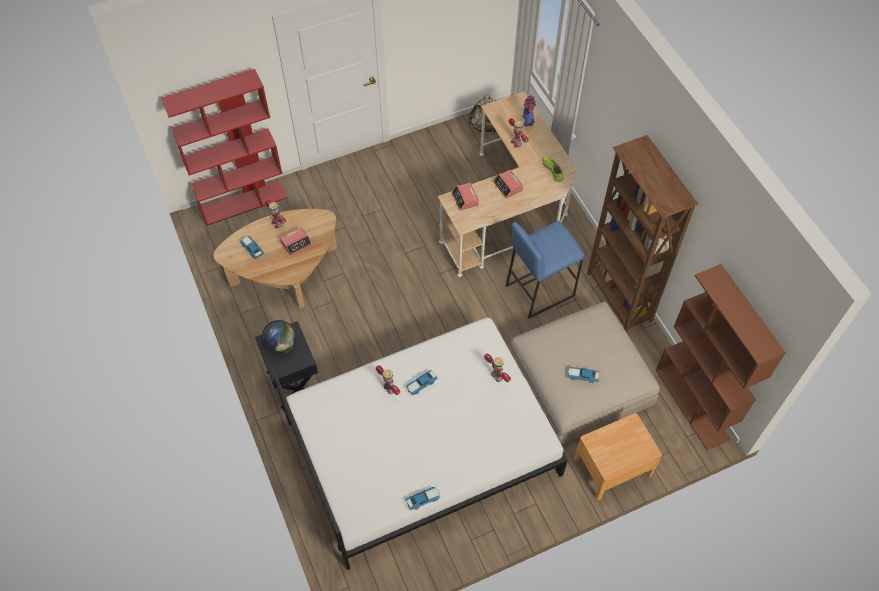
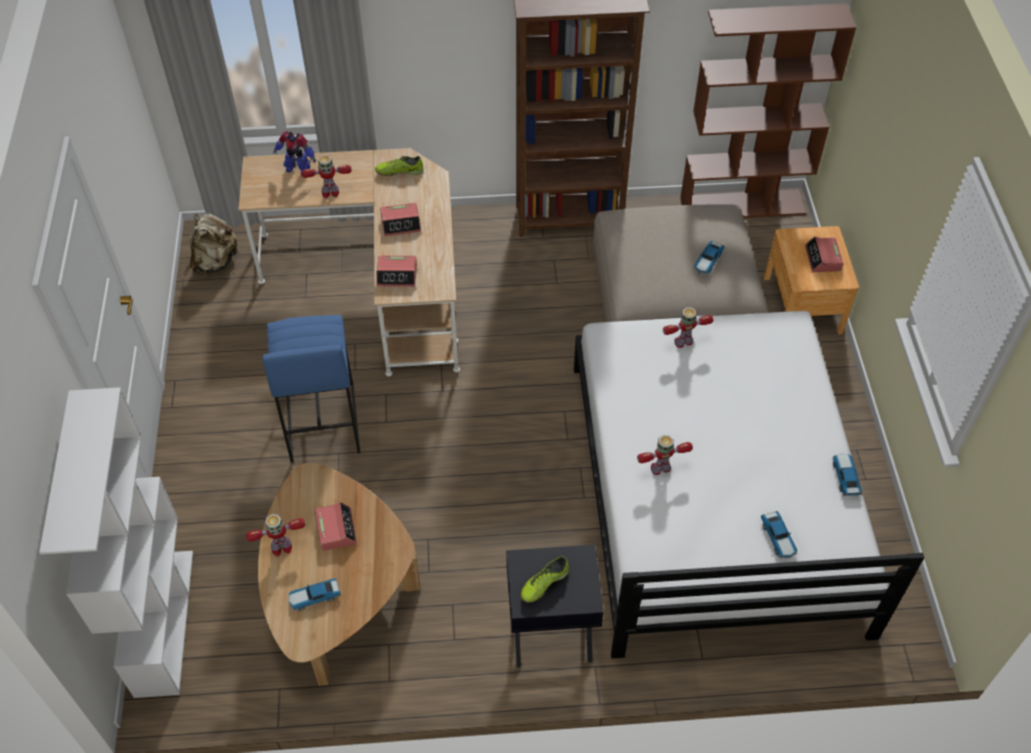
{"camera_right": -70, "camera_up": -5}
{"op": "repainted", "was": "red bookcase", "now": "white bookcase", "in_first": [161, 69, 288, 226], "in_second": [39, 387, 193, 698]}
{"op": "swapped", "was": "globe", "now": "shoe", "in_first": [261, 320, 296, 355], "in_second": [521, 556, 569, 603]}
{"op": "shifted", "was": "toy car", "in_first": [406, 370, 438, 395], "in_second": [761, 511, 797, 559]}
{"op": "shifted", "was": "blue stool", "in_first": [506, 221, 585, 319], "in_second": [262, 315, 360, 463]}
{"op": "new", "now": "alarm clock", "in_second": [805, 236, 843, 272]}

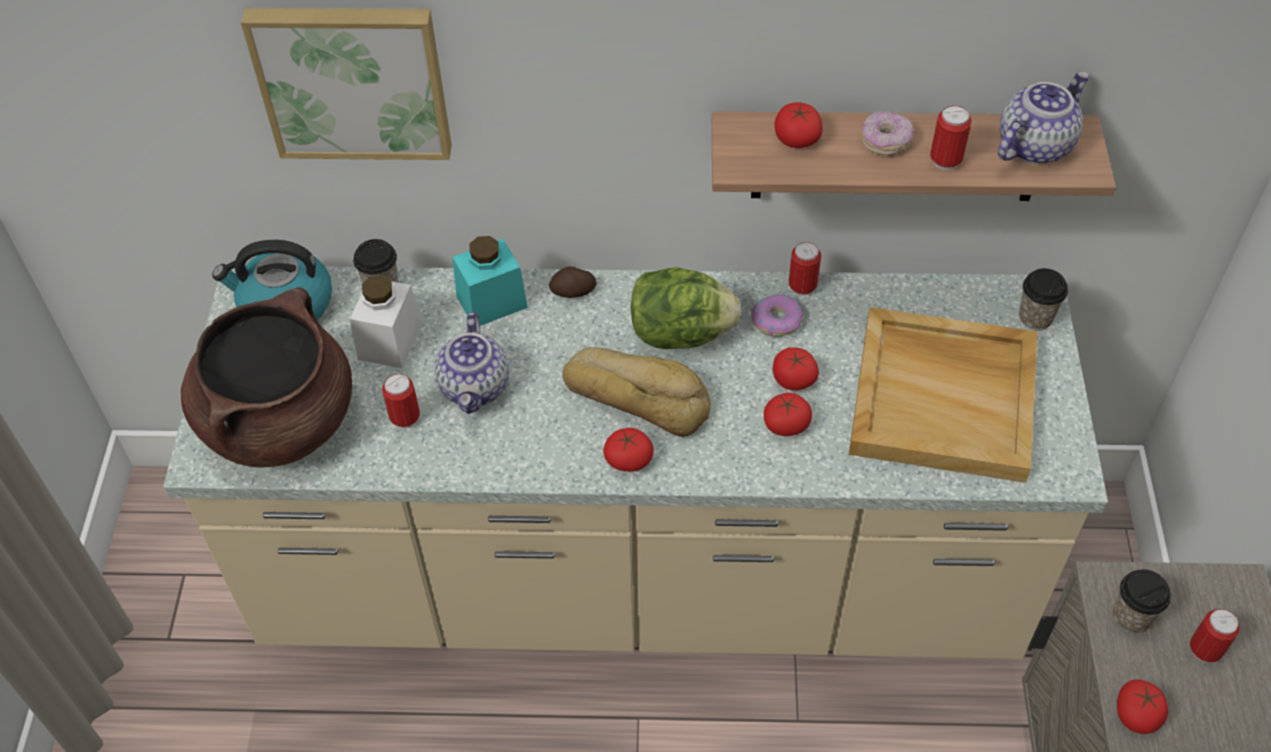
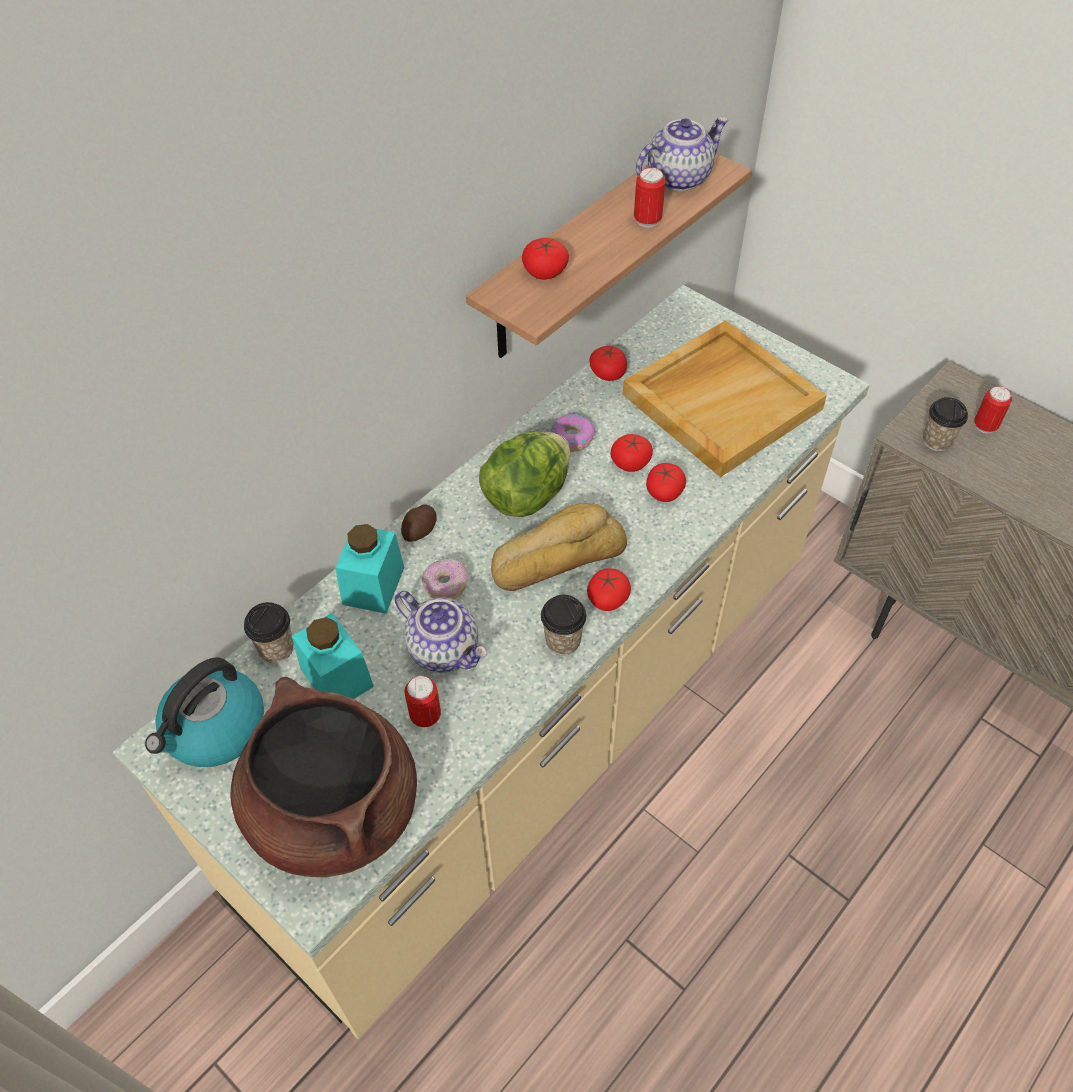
{"camera_right": -50, "camera_up": 0}
{"op": "gone", "was": "picture", "in_first": [241, 8, 452, 160]}
{"op": "repainted", "was": "white jar", "now": "turquoise jar", "in_first": [350, 275, 422, 368], "in_second": [292, 613, 374, 699]}
{"op": "gone", "was": "can", "in_first": [789, 242, 821, 296]}
{"op": "shifted", "was": "donut", "in_first": [861, 111, 914, 155], "in_second": [422, 559, 467, 600]}
{"op": "rotated", "was": "teapot", "in_first": [998, 71, 1090, 164], "in_second": [636, 117, 728, 191], "clockwise": 60}
{"op": "shifted", "was": "cup", "in_first": [1019, 268, 1068, 330], "in_second": [541, 595, 586, 655]}
{"op": "shifted", "was": "tomato", "in_first": [1117, 679, 1168, 734], "in_second": [589, 346, 627, 381]}

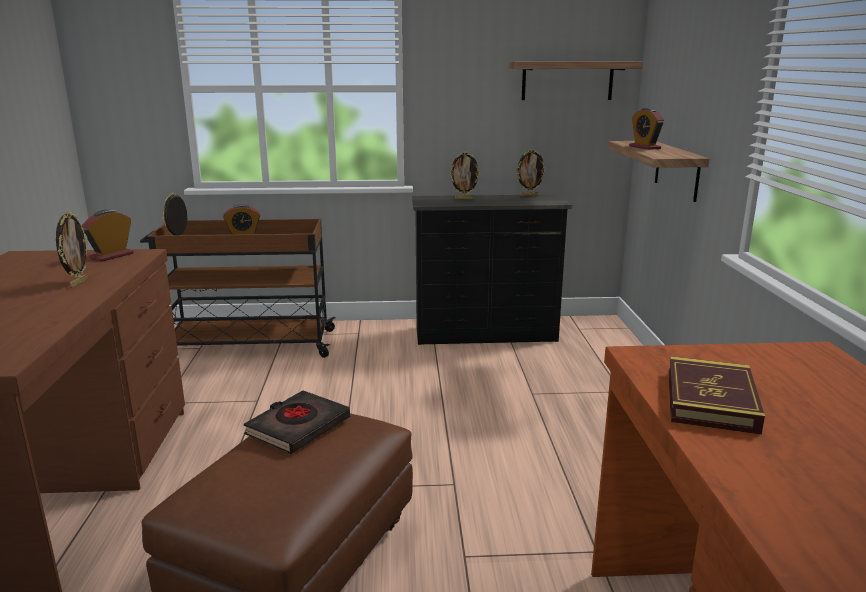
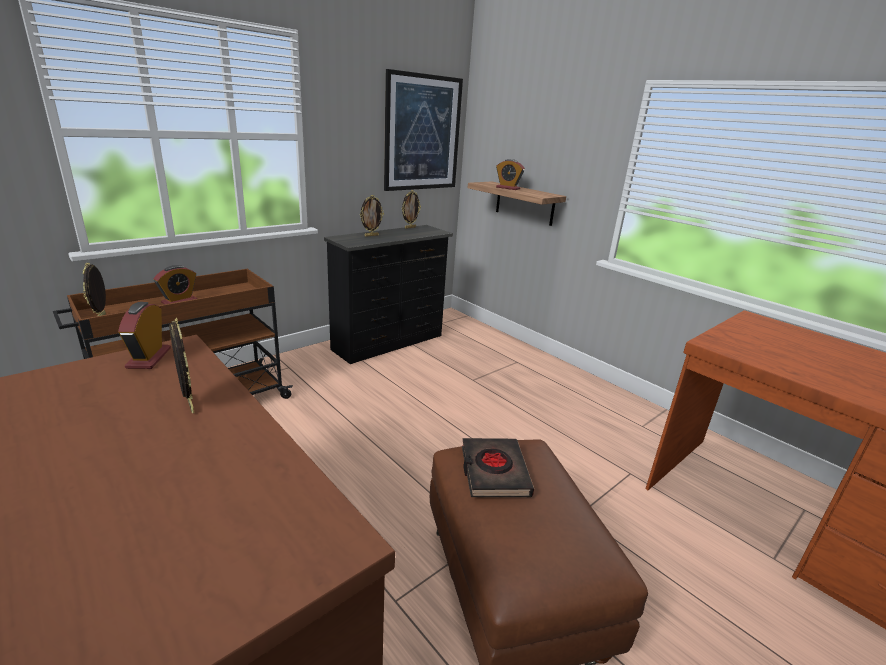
{"camera_right": -40, "camera_up": 5}
{"op": "swapped", "was": "shelf", "now": "picture", "in_first": [509, 61, 643, 100], "in_second": [384, 69, 463, 191]}
{"op": "gone", "was": "book", "in_first": [668, 356, 765, 435]}

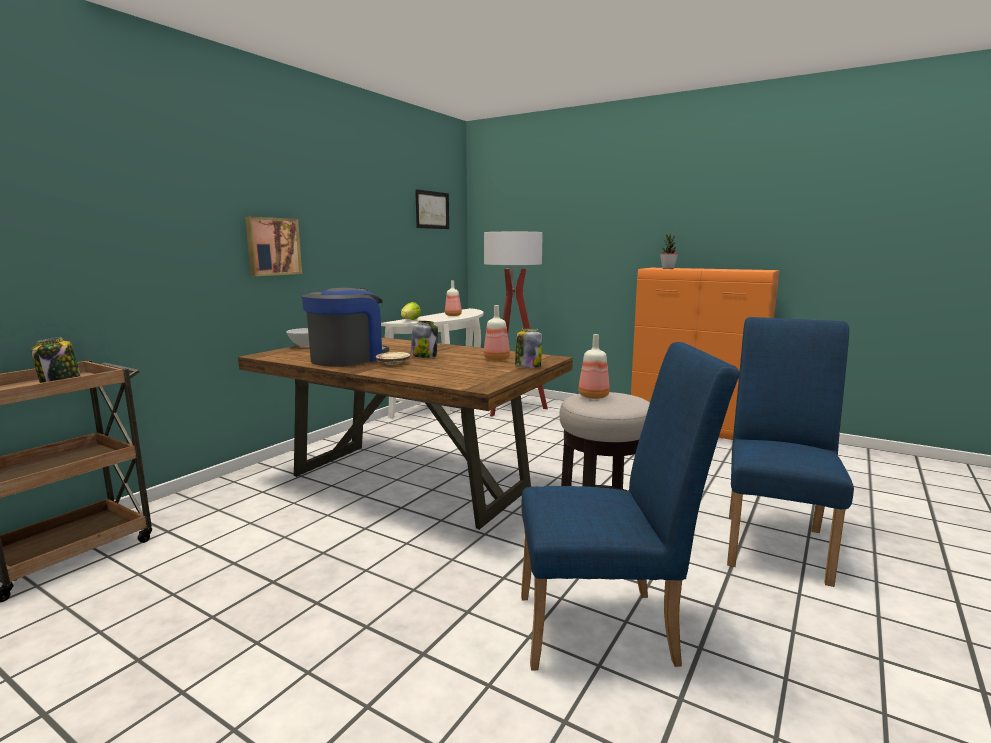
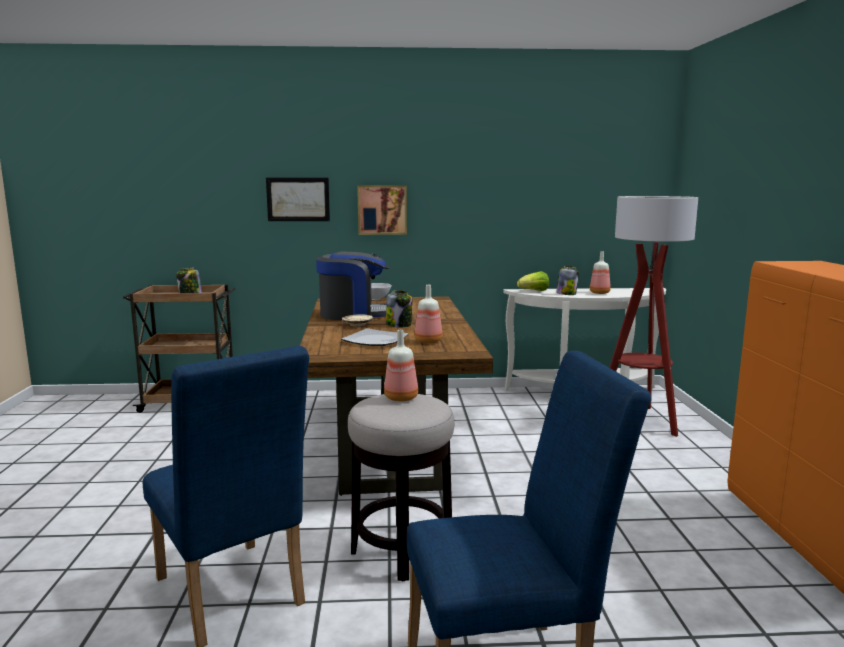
{"camera_right": 55, "camera_up": 0}
{"op": "shifted", "was": "picture", "in_first": [415, 189, 449, 229], "in_second": [266, 178, 330, 221]}
{"op": "shifted", "was": "jar", "in_first": [515, 328, 542, 368], "in_second": [557, 266, 579, 295]}
{"op": "gone", "was": "potted plant", "in_first": [660, 234, 678, 269]}
{"op": "new", "now": "plate", "in_second": [341, 328, 409, 346]}

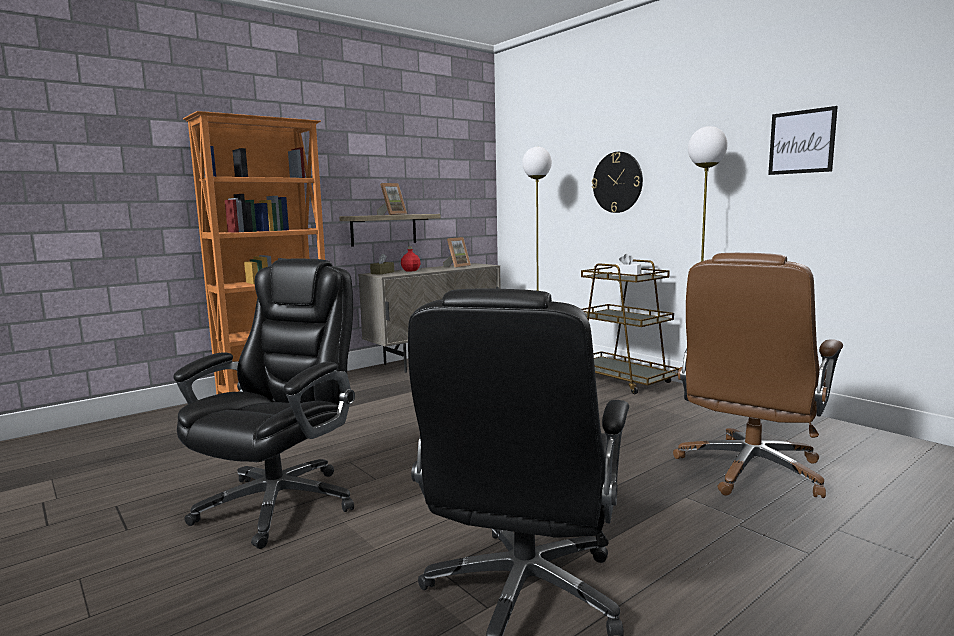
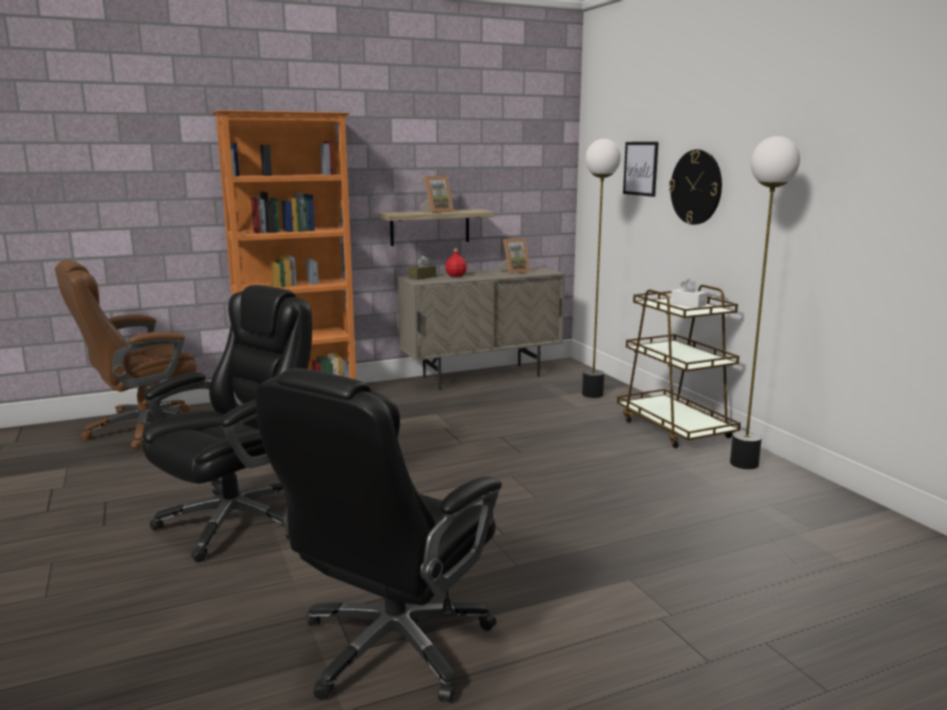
{"camera_right": 15, "camera_up": 5}
{"op": "shifted", "was": "brown office chair", "in_first": [673, 253, 843, 498], "in_second": [55, 260, 197, 450]}
{"op": "shifted", "was": "picture", "in_first": [768, 106, 838, 175], "in_second": [623, 142, 659, 197]}

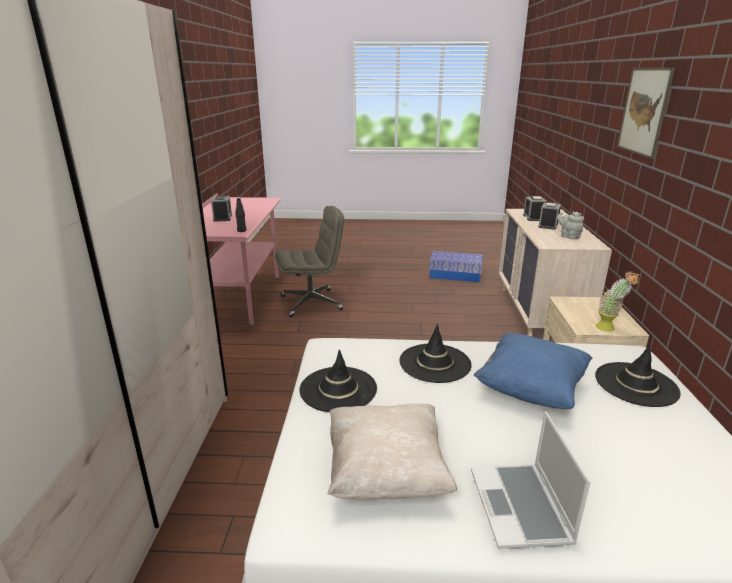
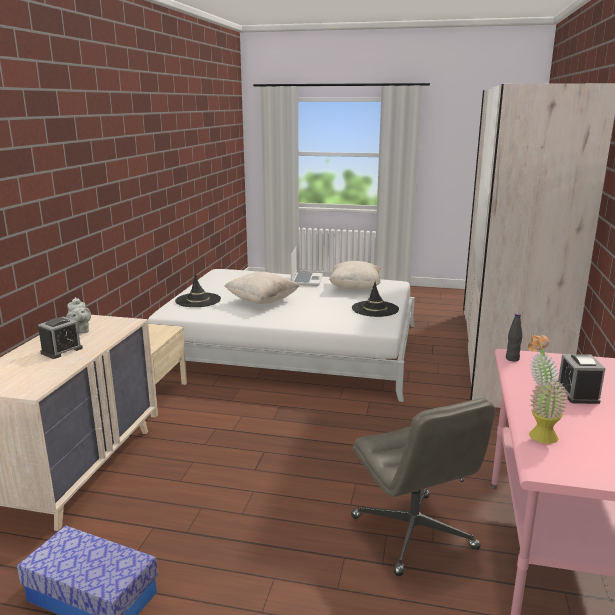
{"camera_right": -170, "camera_up": -5}
{"op": "rotated", "was": "grey office chair", "in_first": [275, 206, 344, 317], "in_second": [351, 398, 495, 576], "clockwise": -105}
{"op": "gone", "was": "black hat", "in_first": [399, 324, 472, 383]}
{"op": "repainted", "was": "blue pillow", "now": "beige pillow", "in_first": [474, 333, 592, 409], "in_second": [224, 272, 299, 304]}
{"op": "gone", "was": "alarm clock", "in_first": [523, 196, 547, 221]}
{"op": "shifted", "was": "potted plant", "in_first": [596, 271, 639, 332], "in_second": [528, 335, 567, 444]}
{"op": "gone", "was": "picture", "in_first": [617, 68, 675, 159]}

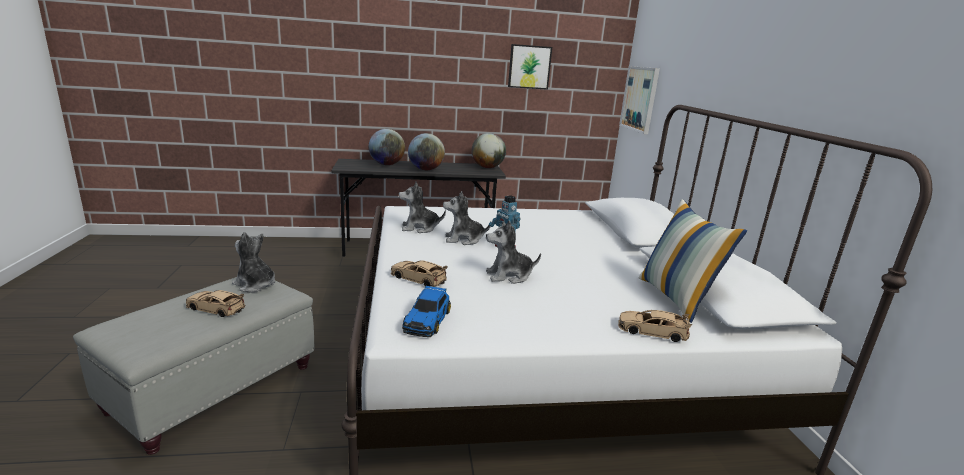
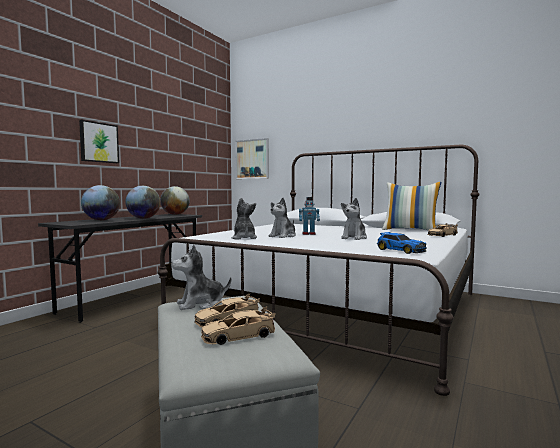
{"camera_right": -50, "camera_up": -15}
{"op": "shifted", "was": "beige toy car", "in_first": [391, 260, 448, 287], "in_second": [201, 306, 276, 345]}
{"op": "rotated", "was": "plush toy", "in_first": [399, 182, 446, 233], "in_second": [232, 198, 257, 240], "clockwise": 135}
{"op": "shifted", "was": "picture", "in_first": [508, 44, 552, 90], "in_second": [79, 120, 119, 163]}

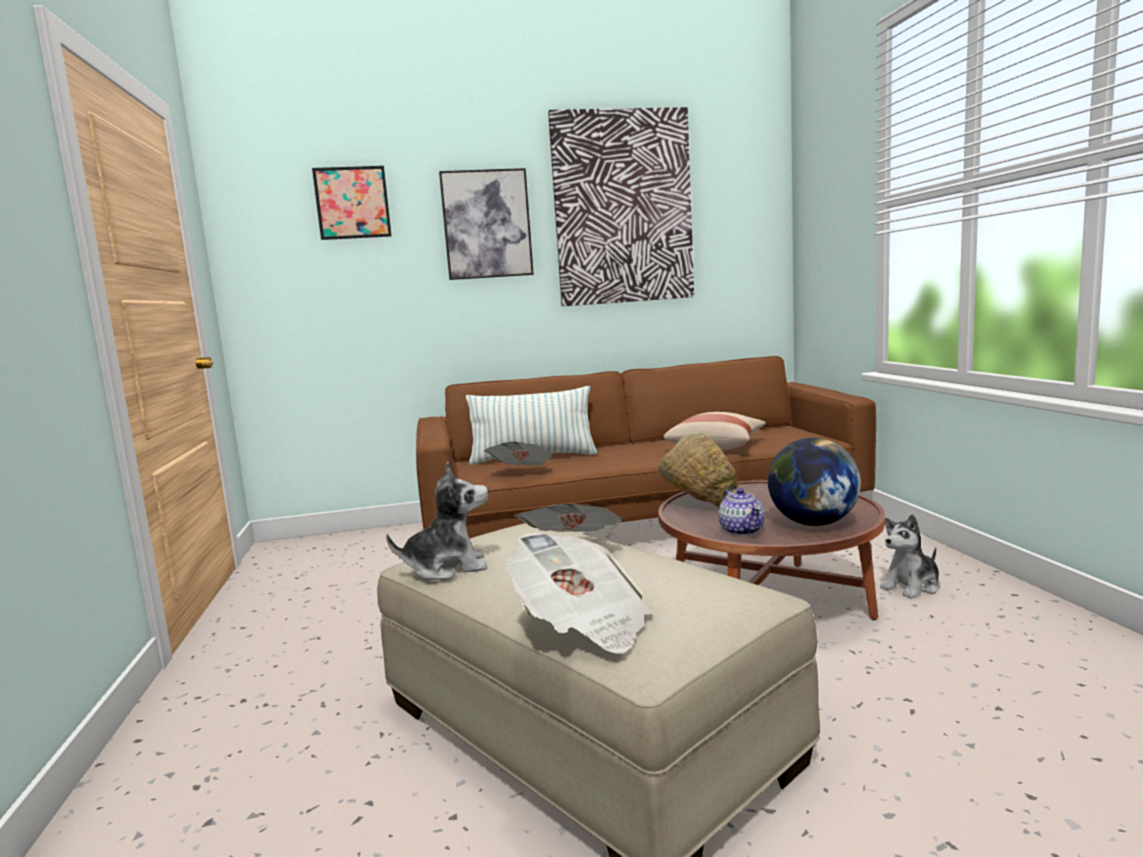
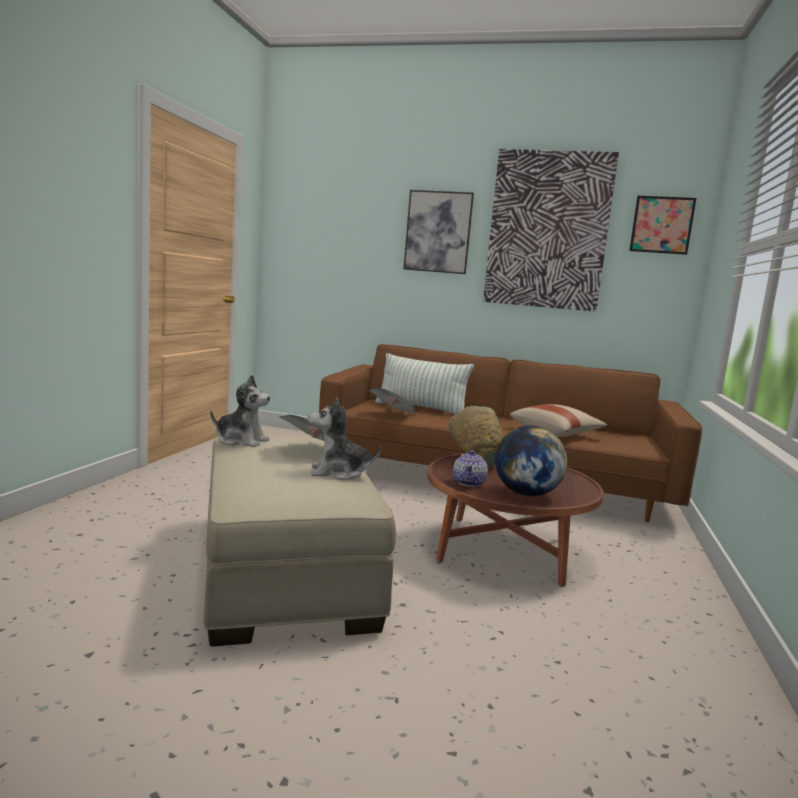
{"camera_right": 25, "camera_up": 0}
{"op": "shifted", "was": "picture", "in_first": [312, 166, 392, 240], "in_second": [629, 196, 696, 255]}
{"op": "gone", "was": "newspaper", "in_first": [505, 532, 653, 654]}
{"op": "shifted", "was": "plush toy", "in_first": [880, 514, 940, 599], "in_second": [308, 397, 381, 480]}

